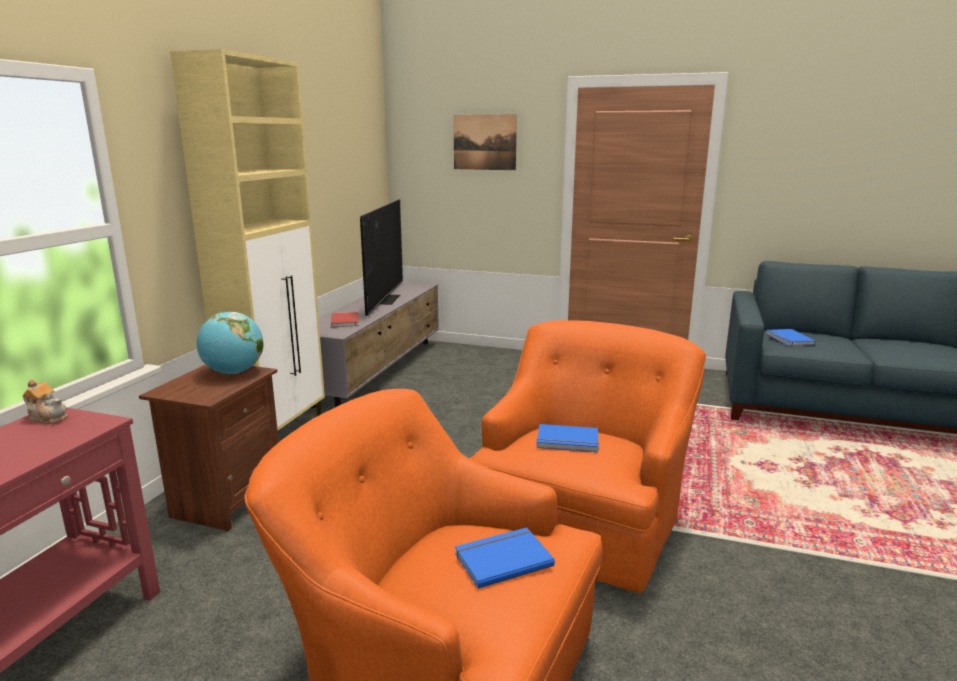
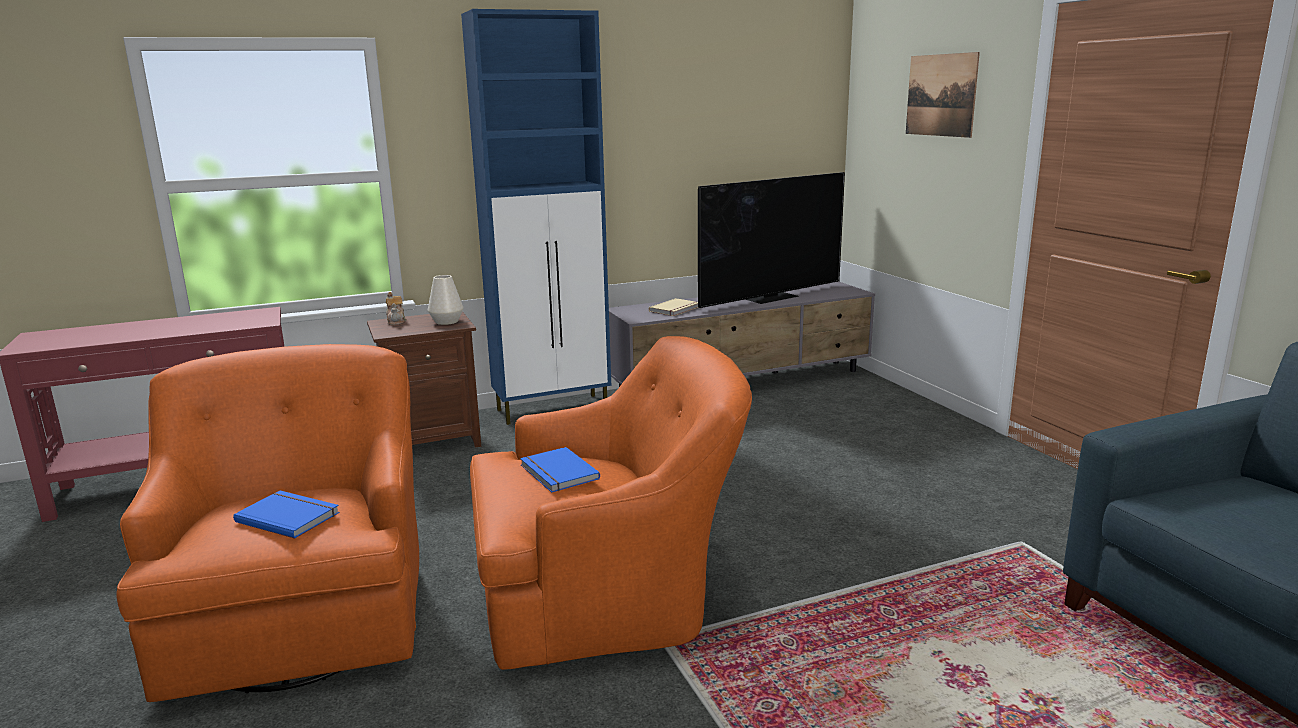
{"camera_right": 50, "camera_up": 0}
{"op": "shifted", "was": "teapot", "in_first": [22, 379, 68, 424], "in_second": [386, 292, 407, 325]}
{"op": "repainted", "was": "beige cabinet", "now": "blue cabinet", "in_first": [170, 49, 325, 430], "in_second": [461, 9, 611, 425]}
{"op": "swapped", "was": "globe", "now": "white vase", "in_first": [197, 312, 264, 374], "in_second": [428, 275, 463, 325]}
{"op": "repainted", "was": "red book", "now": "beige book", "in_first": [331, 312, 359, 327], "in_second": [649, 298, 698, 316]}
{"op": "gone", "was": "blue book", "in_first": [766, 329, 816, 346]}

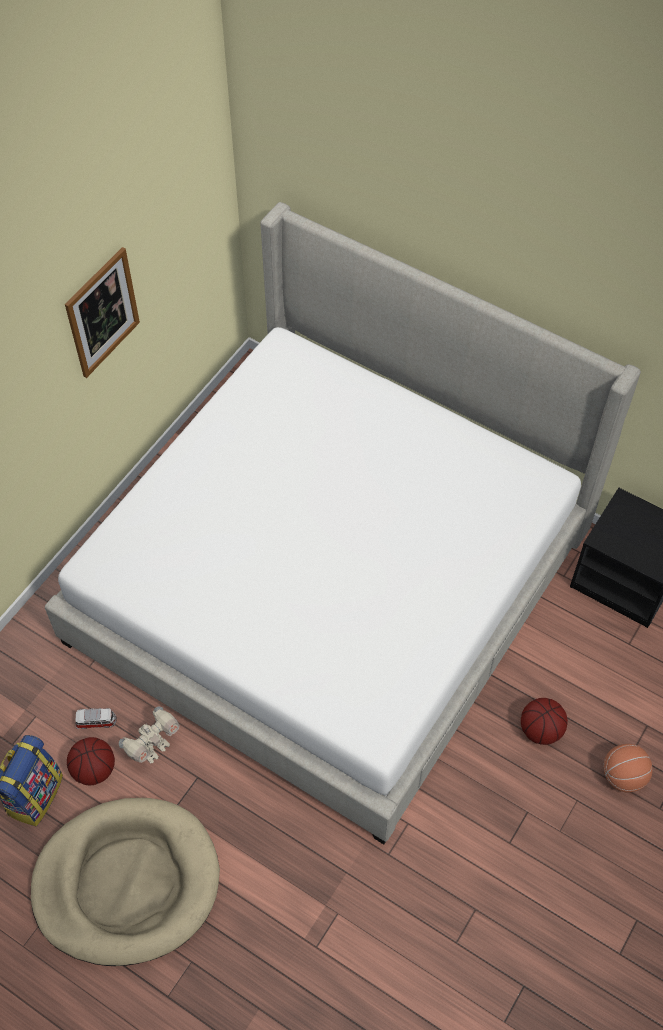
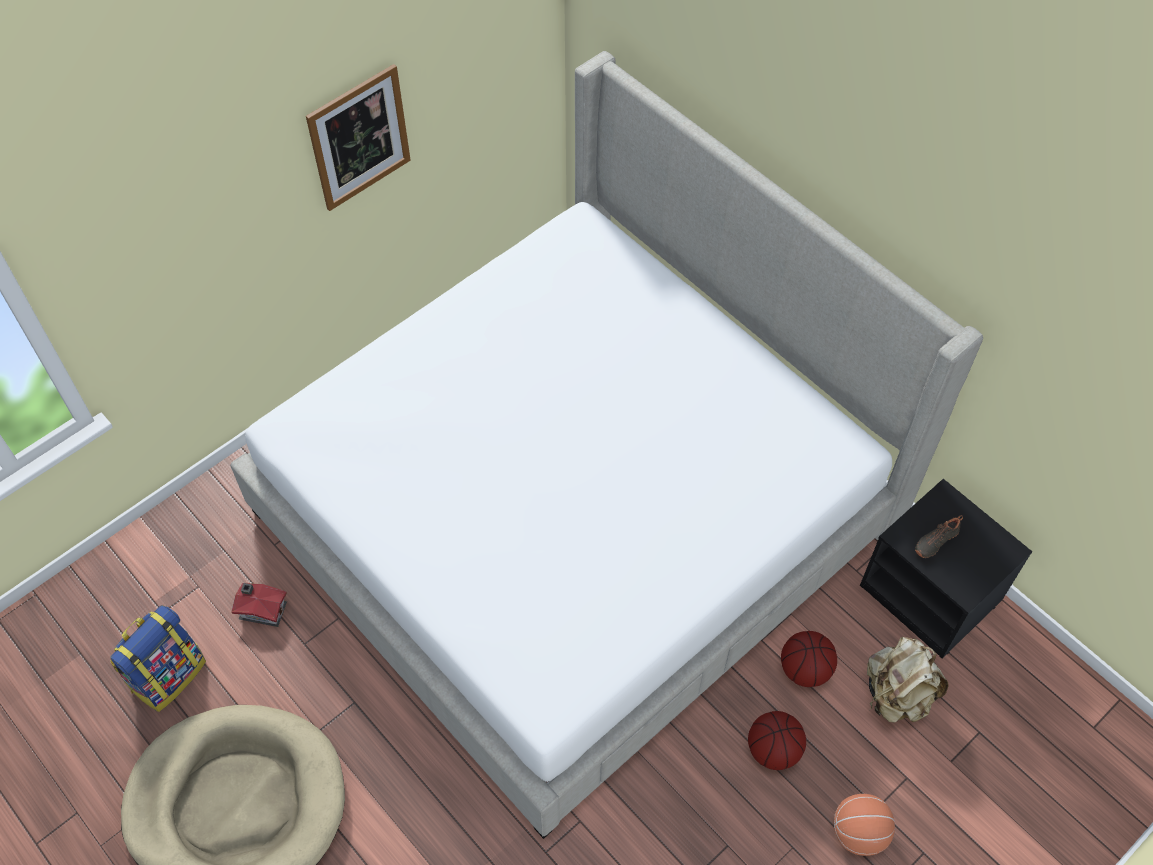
{"camera_right": 15, "camera_up": 0}
{"op": "shifted", "was": "basketball", "in_first": [67, 737, 115, 785], "in_second": [781, 631, 837, 687]}
{"op": "swapped", "was": "toy car", "now": "toy house", "in_first": [75, 708, 117, 729], "in_second": [232, 583, 287, 627]}
{"op": "gone", "was": "toy robot", "in_first": [119, 707, 179, 763]}
{"op": "new", "now": "beige backpack", "in_second": [867, 637, 949, 723]}
{"op": "new", "now": "black shoe", "in_second": [915, 515, 963, 558]}

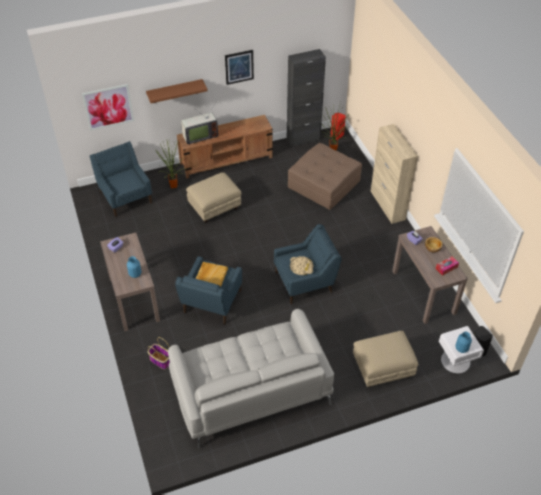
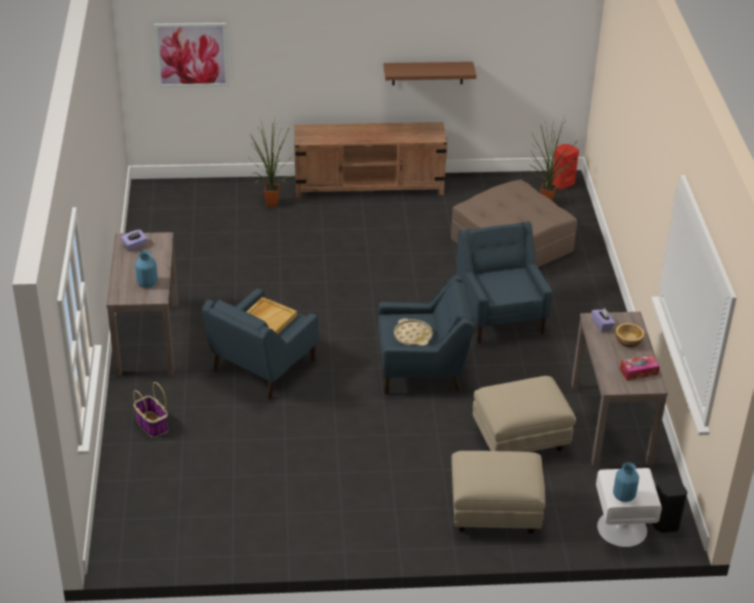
{"camera_right": 15, "camera_up": -10}
{"op": "shifted", "was": "blue armchair", "in_first": [90, 141, 152, 217], "in_second": [457, 221, 552, 344]}
{"op": "shifted", "was": "brown shelf", "in_first": [146, 79, 207, 103], "in_second": [384, 62, 476, 85]}
{"op": "gone", "was": "grey sofa", "in_first": [168, 309, 334, 448]}
{"op": "gone", "was": "television", "in_first": [181, 111, 218, 145]}
{"op": "shifted", "was": "beige ottoman", "in_first": [186, 172, 242, 223], "in_second": [473, 376, 576, 452]}
{"op": "gone", "was": "picture", "in_first": [225, 50, 254, 85]}
{"op": "gone", "was": "black cabinet", "in_first": [287, 49, 326, 147]}
{"op": "gone", "was": "beige cabinet", "in_first": [371, 124, 418, 224]}

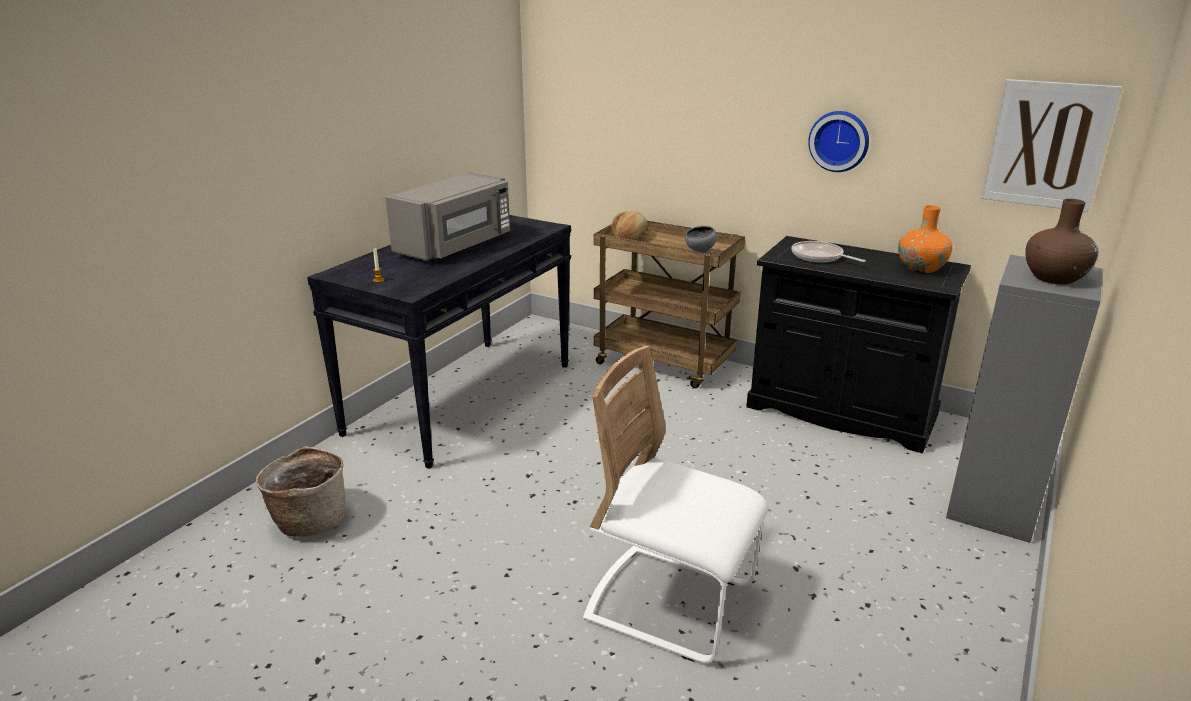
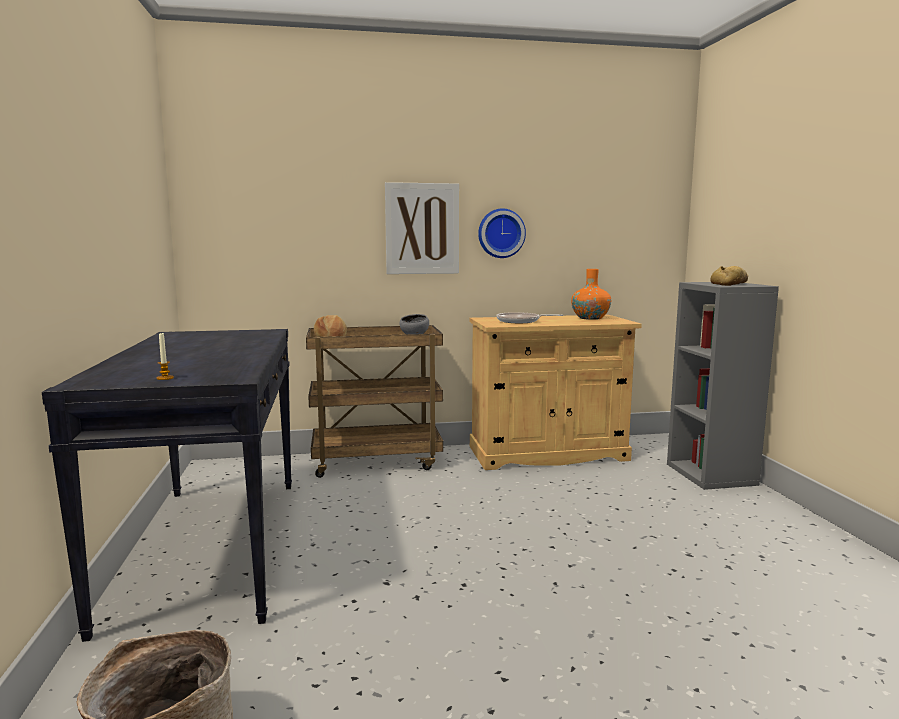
{"camera_right": -40, "camera_up": -15}
{"op": "gone", "was": "grey microwave", "in_first": [385, 172, 510, 261]}
{"op": "gone", "was": "white chair", "in_first": [583, 346, 769, 663]}
{"op": "repainted", "was": "black cabinet", "now": "beige cabinet", "in_first": [746, 236, 971, 453], "in_second": [470, 315, 642, 470]}
{"op": "shifted", "was": "picture", "in_first": [981, 79, 1122, 212], "in_second": [385, 182, 459, 274]}
{"op": "swapped", "was": "brown vase", "now": "bread", "in_first": [1025, 199, 1099, 284], "in_second": [710, 266, 748, 286]}

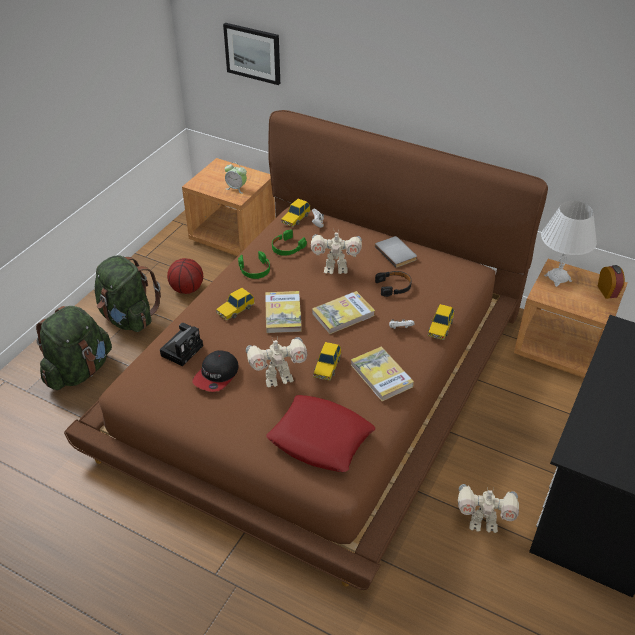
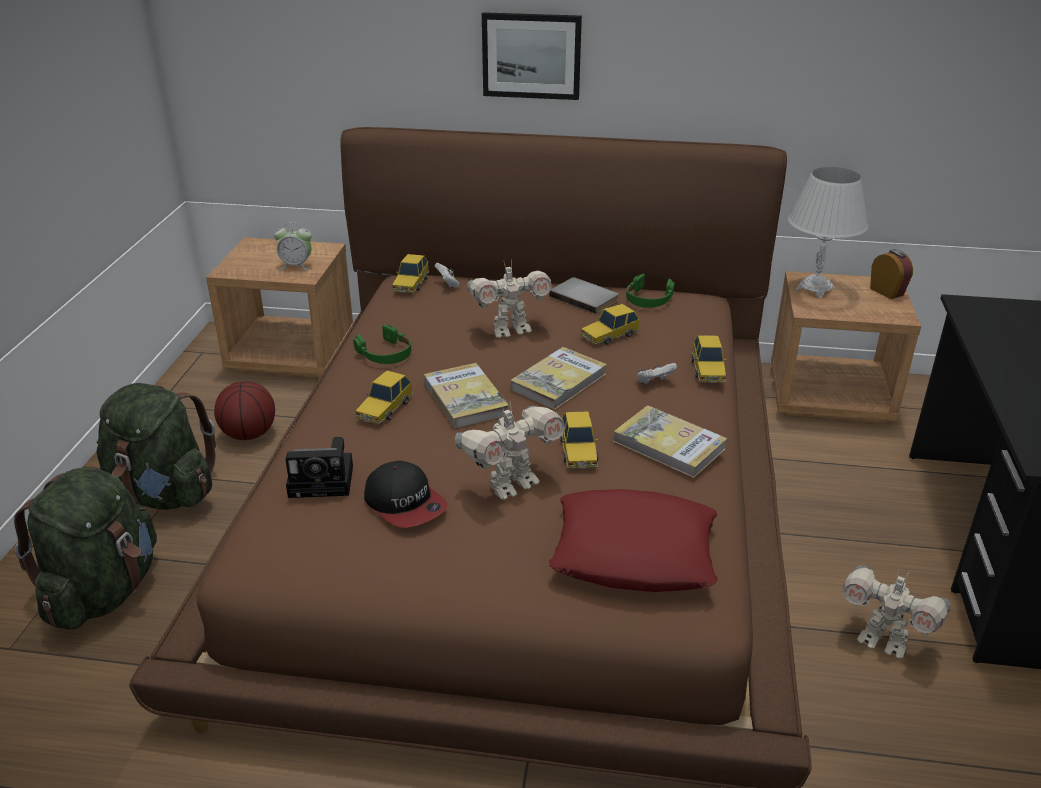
{"camera_right": -20, "camera_up": -10}
{"op": "rotated", "was": "photo camera", "in_first": [160, 323, 203, 366], "in_second": [286, 437, 353, 498], "clockwise": 75}
{"op": "rotated", "was": "cap", "in_first": [192, 350, 239, 392], "in_second": [364, 461, 447, 528], "clockwise": -45}
{"op": "shifted", "was": "picture", "in_first": [223, 23, 280, 85], "in_second": [482, 12, 582, 100]}
{"op": "shifted", "was": "green headphones", "in_first": [272, 230, 307, 256], "in_second": [626, 274, 675, 308]}
{"op": "swapped", "was": "black headphones", "now": "toy car", "in_first": [375, 271, 412, 297], "in_second": [580, 304, 640, 345]}
{"op": "rotated", "was": "toy robot", "in_first": [458, 484, 519, 533], "in_second": [843, 565, 951, 658], "clockwise": 45}

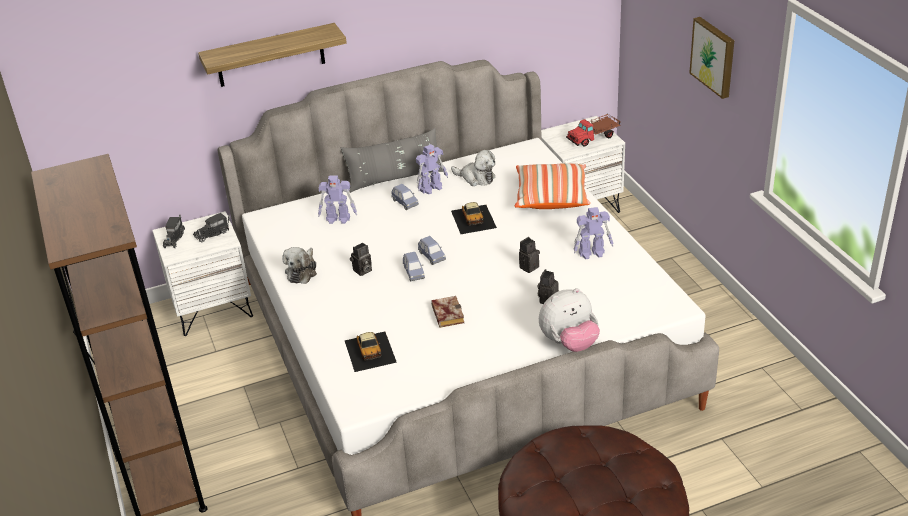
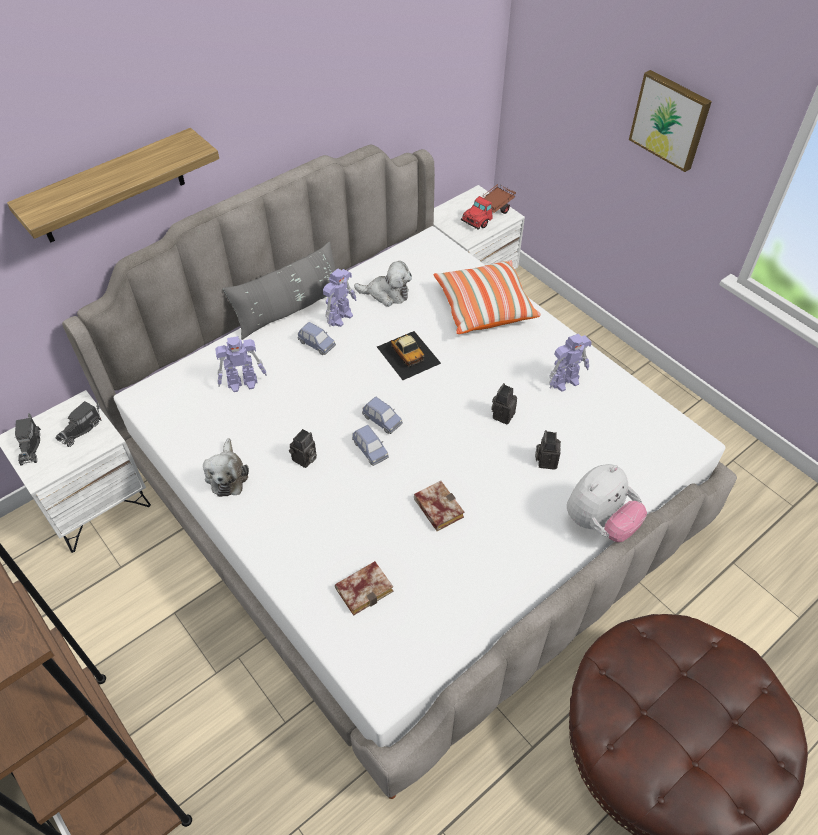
{"camera_right": -20, "camera_up": 15}
{"op": "swapped", "was": "toy car", "now": "book", "in_first": [345, 332, 397, 372], "in_second": [335, 561, 393, 616]}

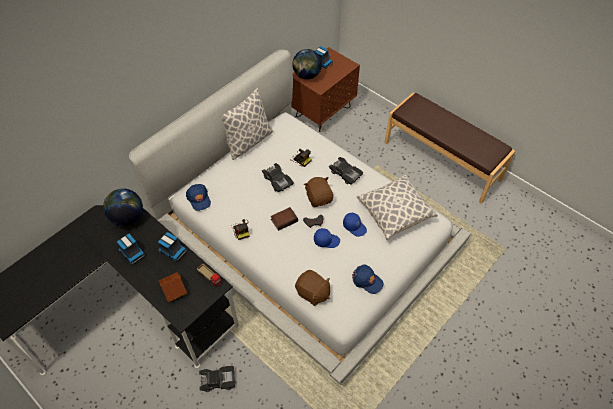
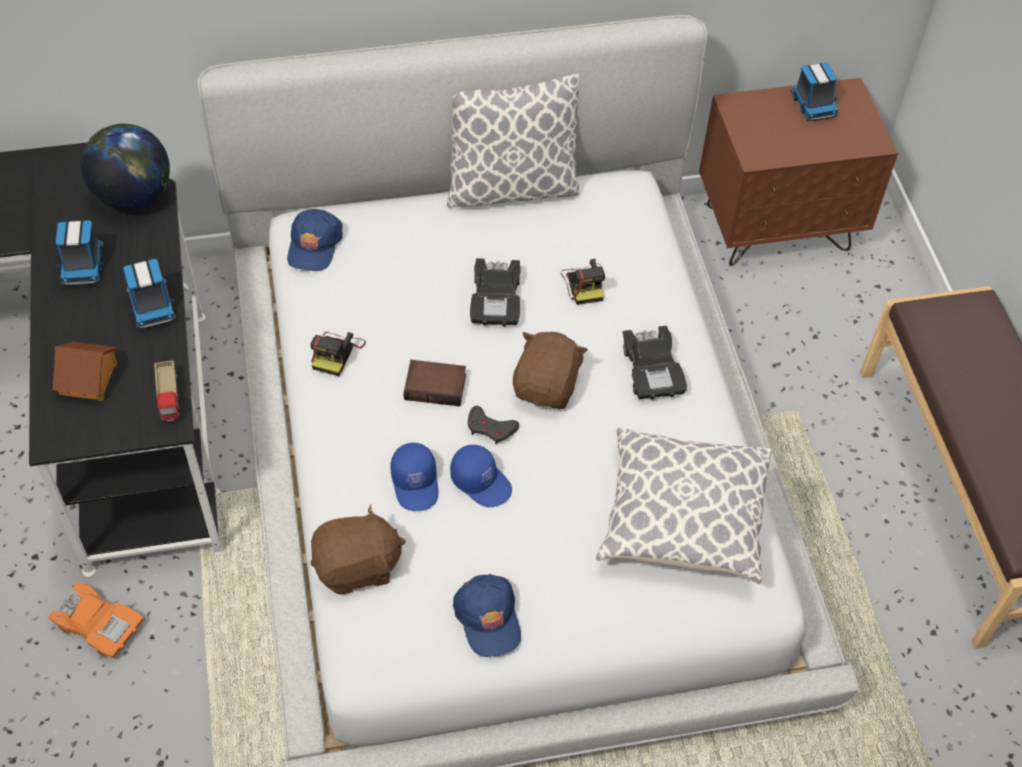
{"camera_right": 35, "camera_up": 0}
{"op": "repainted", "was": "black toy car", "now": "orange toy car", "in_first": [199, 366, 235, 392], "in_second": [48, 582, 143, 658]}
{"op": "gone", "was": "globe", "in_first": [292, 49, 322, 80]}
{"op": "rotated", "was": "brown plush toy", "in_first": [295, 270, 330, 306], "in_second": [311, 504, 406, 595], "clockwise": -90}
{"op": "shifted", "was": "blue cap", "in_first": [343, 213, 367, 237], "in_second": [390, 443, 438, 511]}

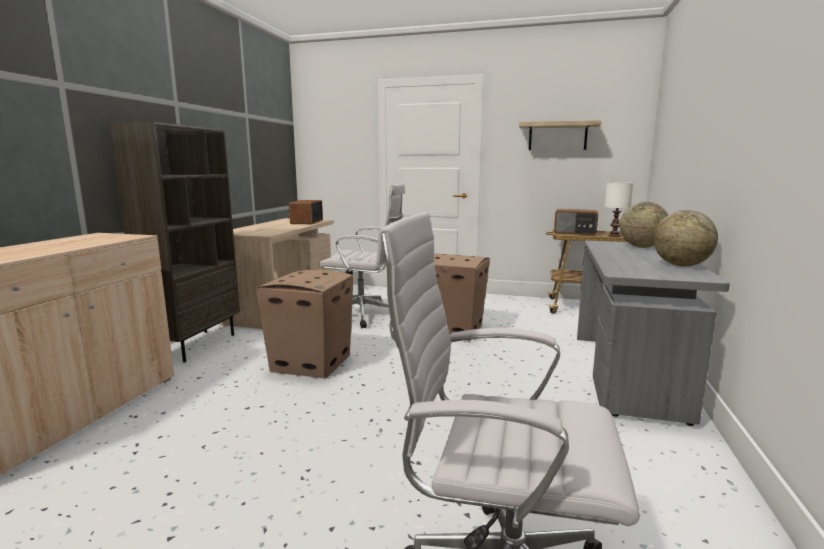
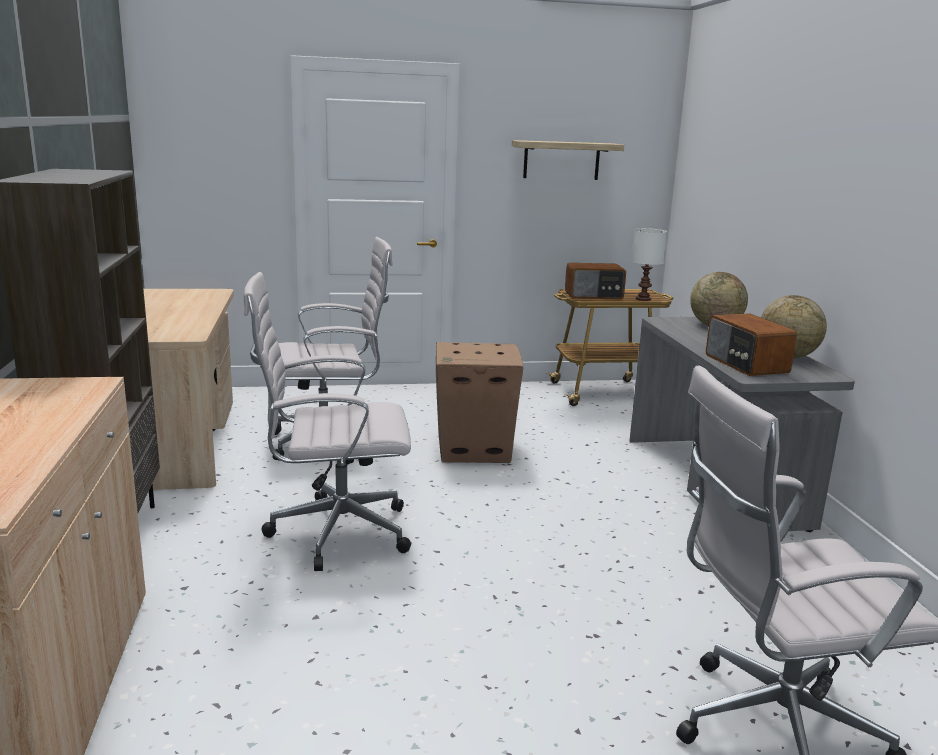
{"camera_right": -25, "camera_up": 5}
{"op": "swapped", "was": "cardboard box", "now": "white office chair", "in_first": [255, 269, 353, 379], "in_second": [244, 272, 411, 571]}
{"op": "shifted", "was": "radio", "in_first": [289, 200, 323, 224], "in_second": [706, 313, 797, 376]}

